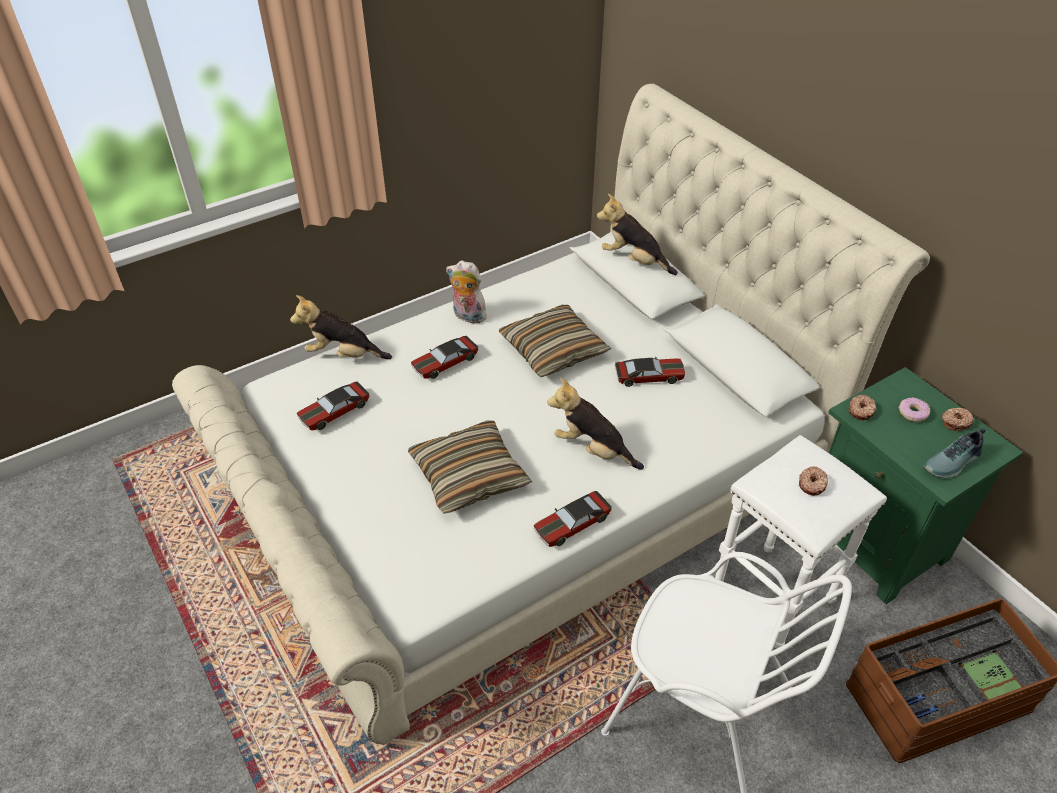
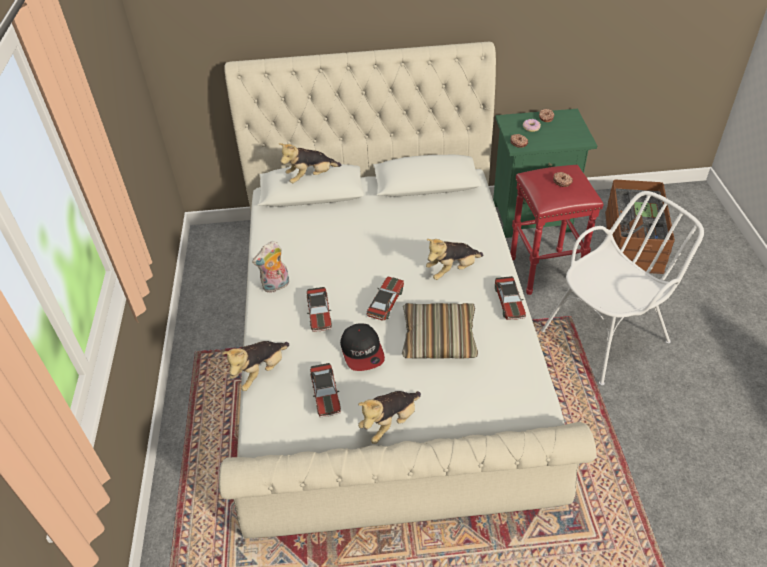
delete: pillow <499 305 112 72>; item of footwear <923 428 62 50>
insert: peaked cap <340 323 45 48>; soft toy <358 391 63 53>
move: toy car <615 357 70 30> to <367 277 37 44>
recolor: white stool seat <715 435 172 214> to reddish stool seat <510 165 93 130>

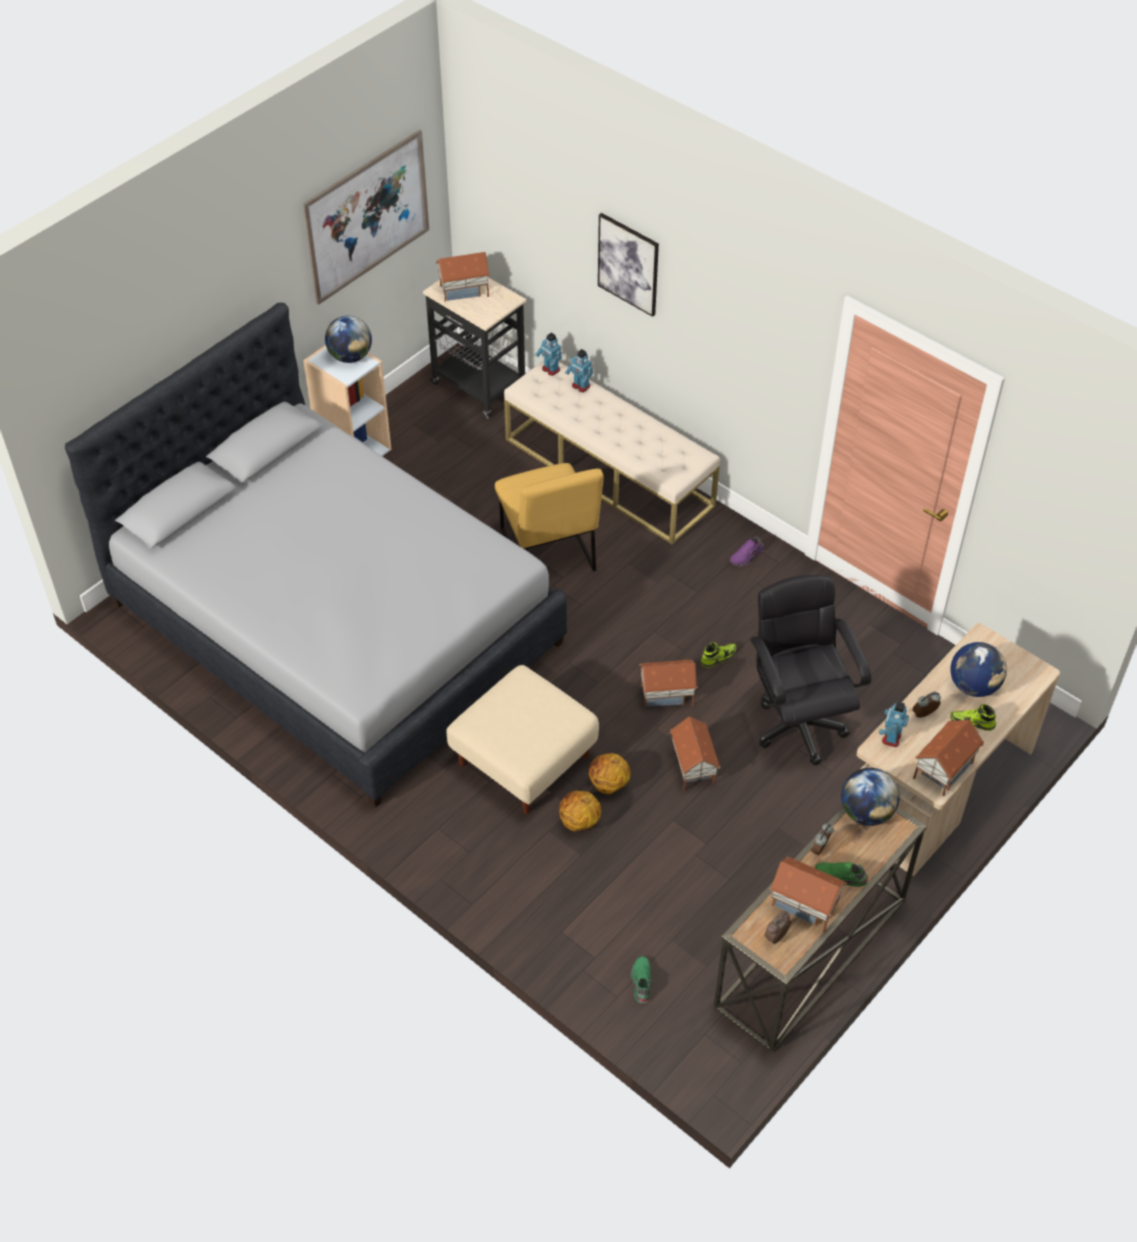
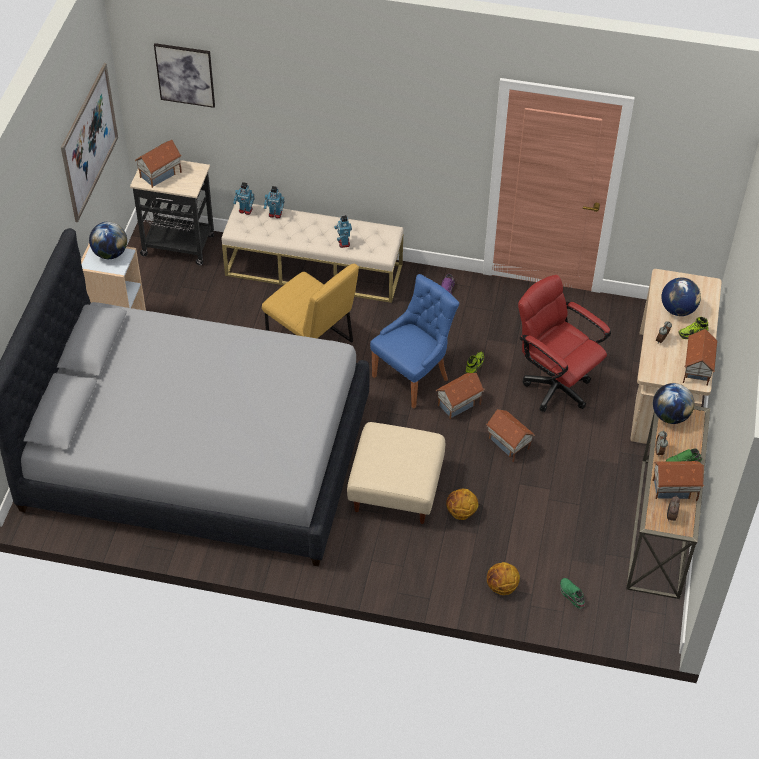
insert: blue chair <370 274 89 135>
move: wall art <598 213 61 104> to <154 43 61 65>; robot figure <879 701 30 46> to <334 215 18 33>; ball for basketball <589 753 41 41> to <487 562 33 33>
recolor: black computer chair <750 575 121 190> to reddish computer chair <518 275 93 137>

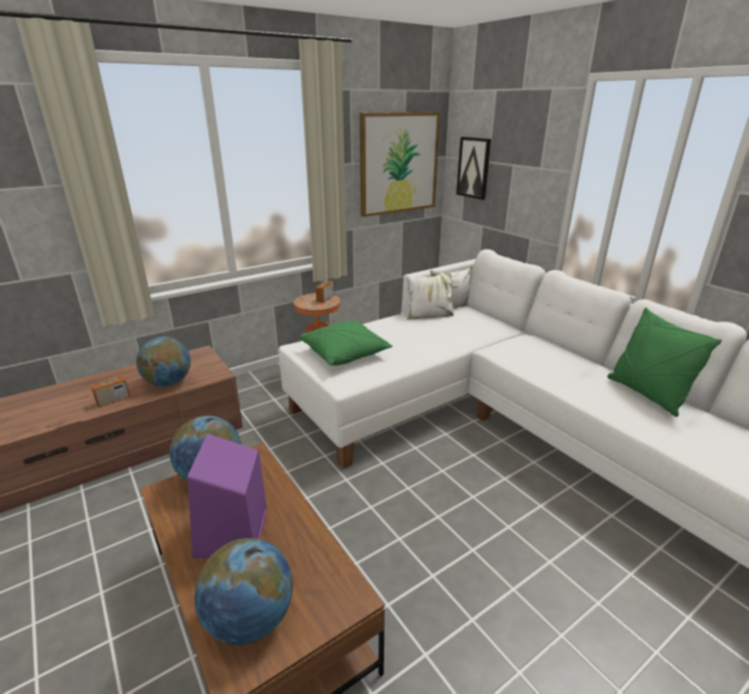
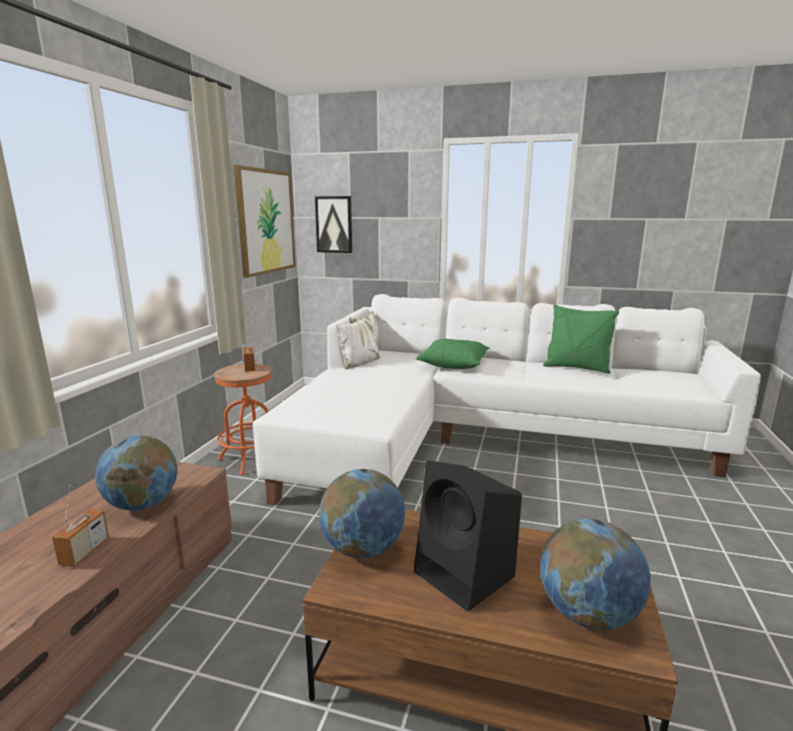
move: green-coloured pillow <299 321 94 45> to <416 339 74 30>
recolor: purple-coloured loudspeaker <187 433 80 125> to black loudspeaker <414 460 108 152>

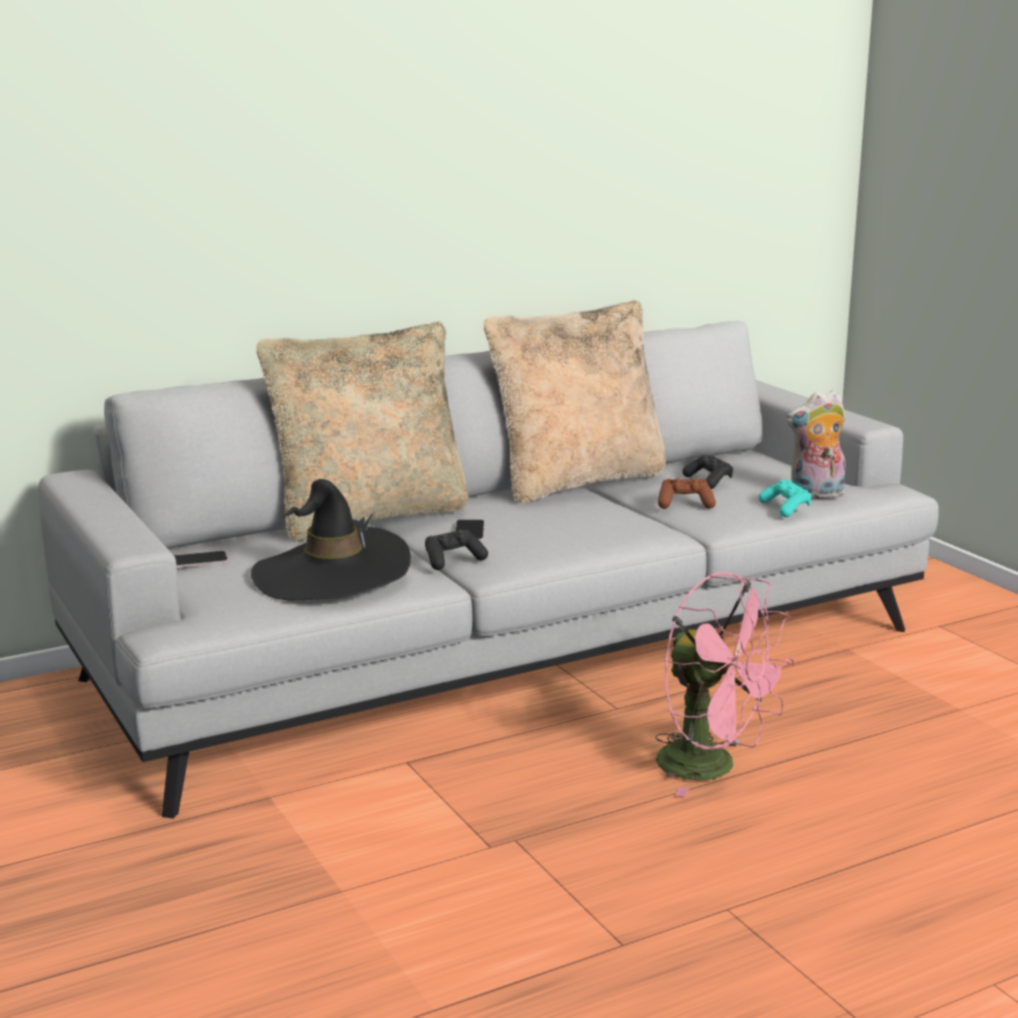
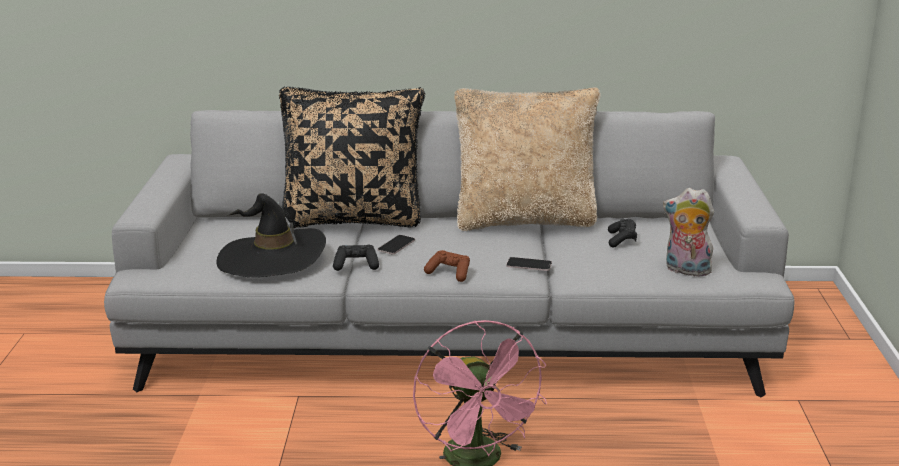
delete: blue-green game controller <758 480 53 37>
move: brown-coloured game controller <658 478 58 31> to <424 250 46 32>; phone <174 551 54 16> to <506 257 46 14>
recolor: beige pillow <256 322 212 220> to black pillow <279 86 146 142>

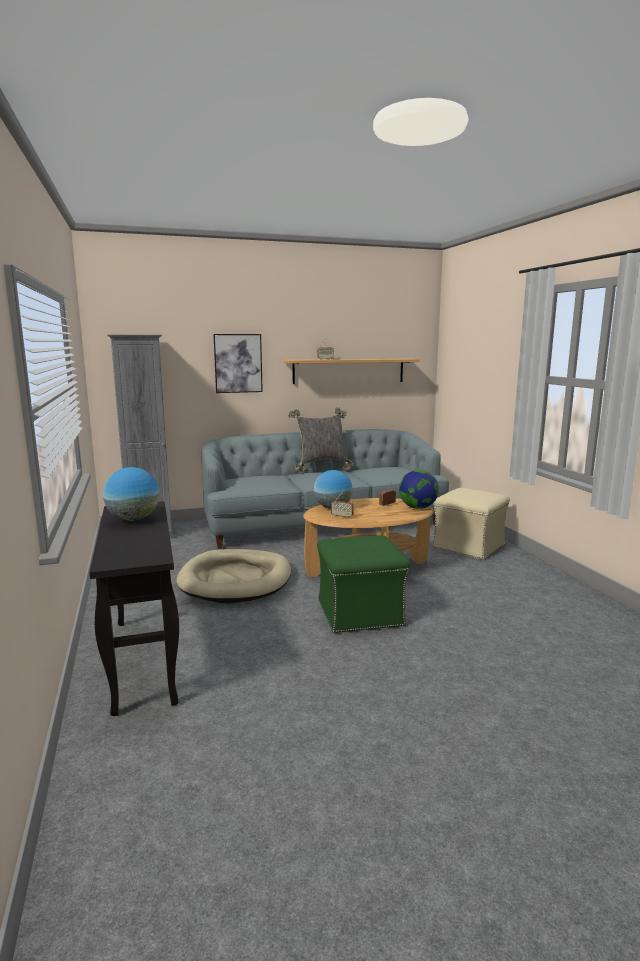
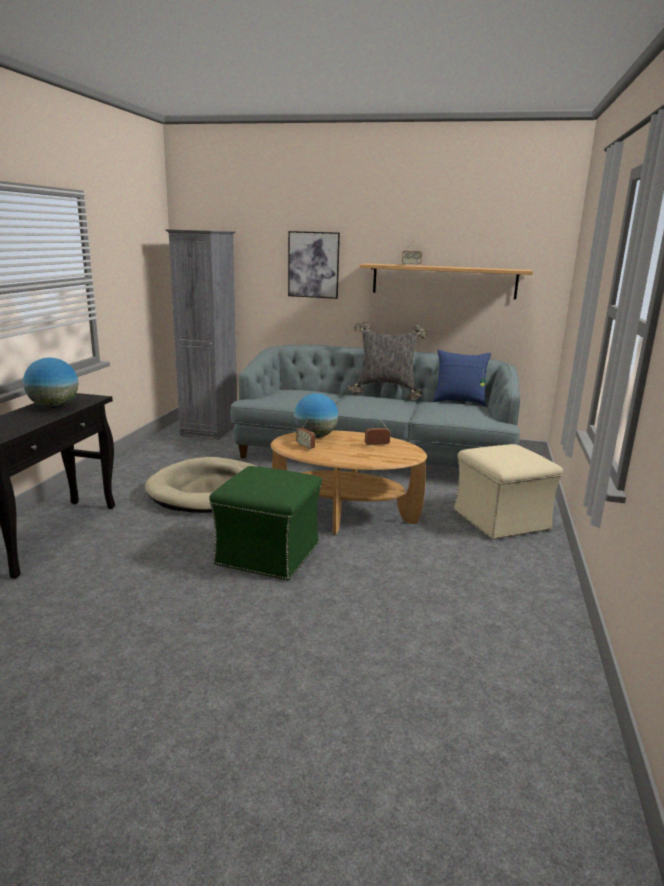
delete: world globe <399 470 40 39>
insert: blue pillow <433 350 58 56>

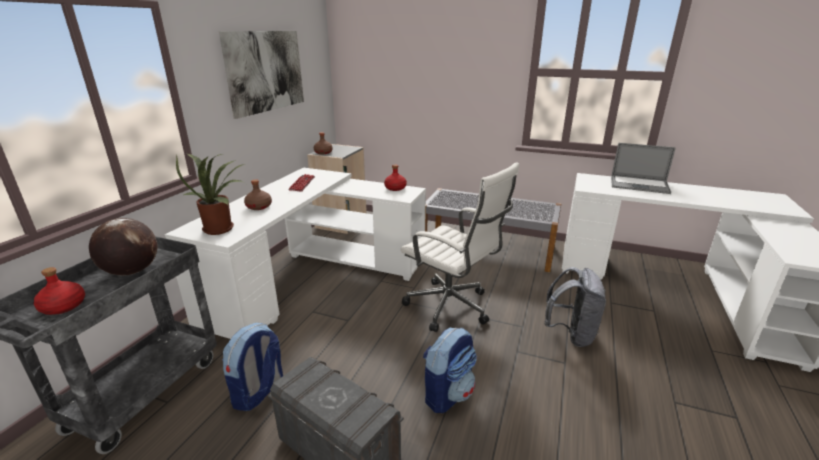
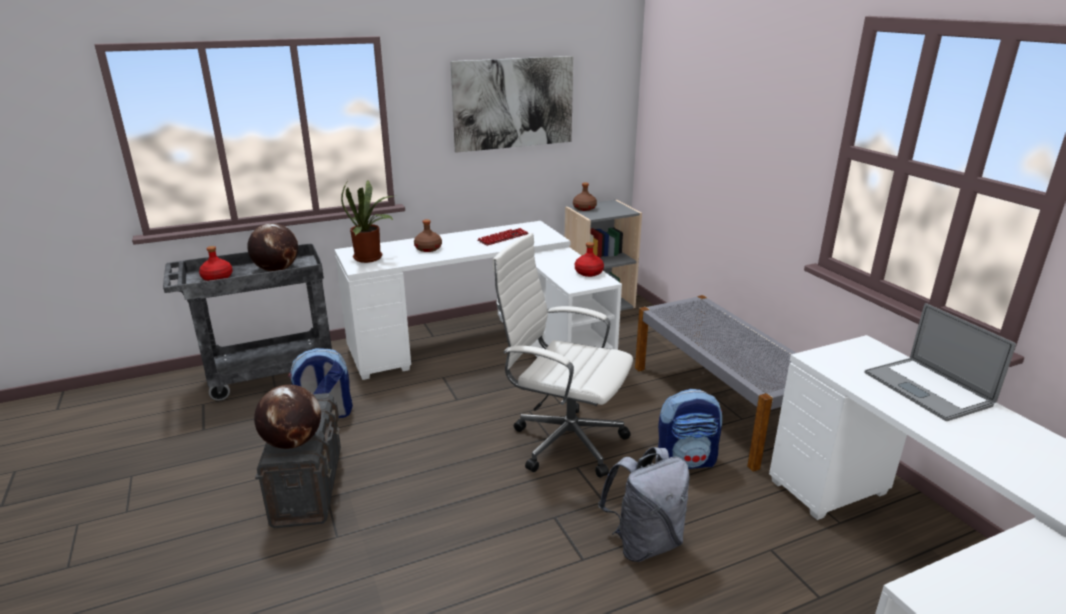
insert: world globe <254 385 67 64>
move: backpack <423 327 54 86> to <658 389 64 80>
rotate: white computer chair <401 162 118 170> = <492 233 141 245> 120 degrees clockwise

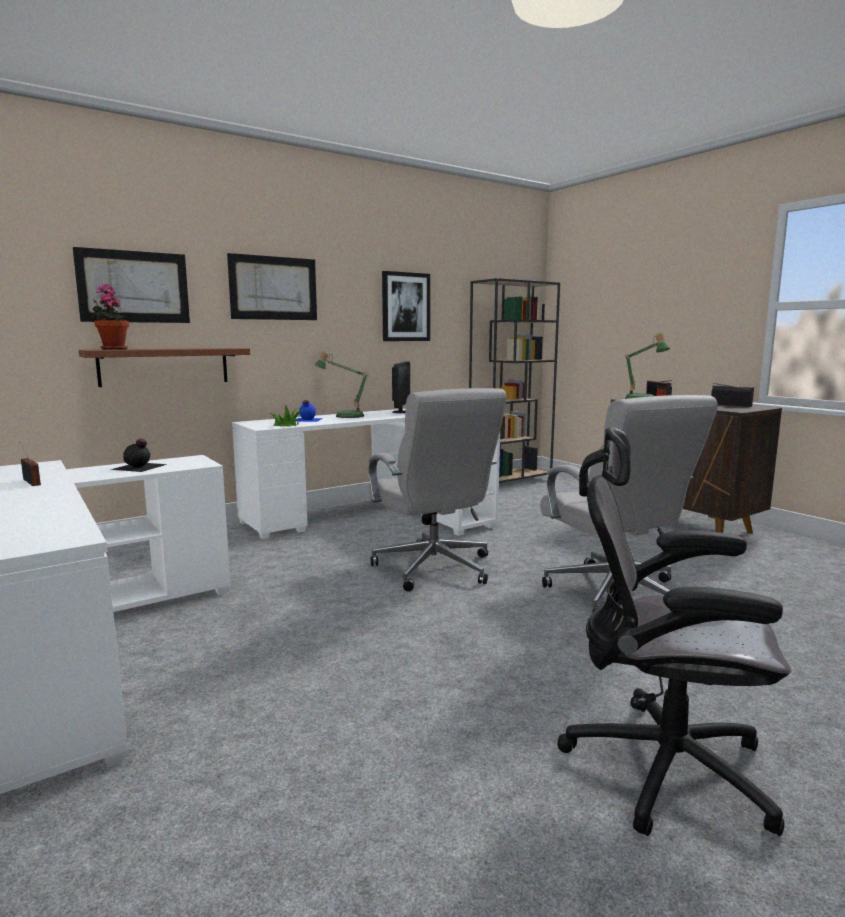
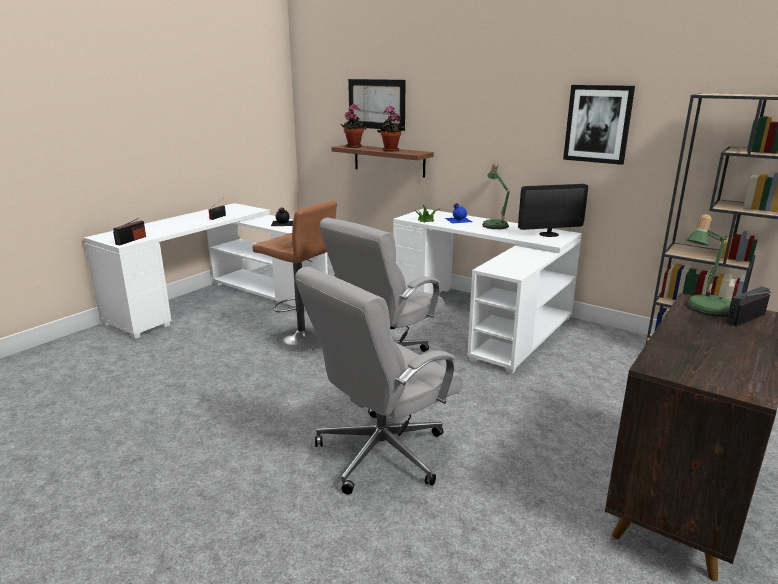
delete: wall art <227 253 90 67>; computer chair <557 427 234 409>
insert: potted plant <377 106 28 46>; brown-coloured stool seat <252 201 85 150>
move: radio receiver <711 383 43 24> to <113 218 33 27>

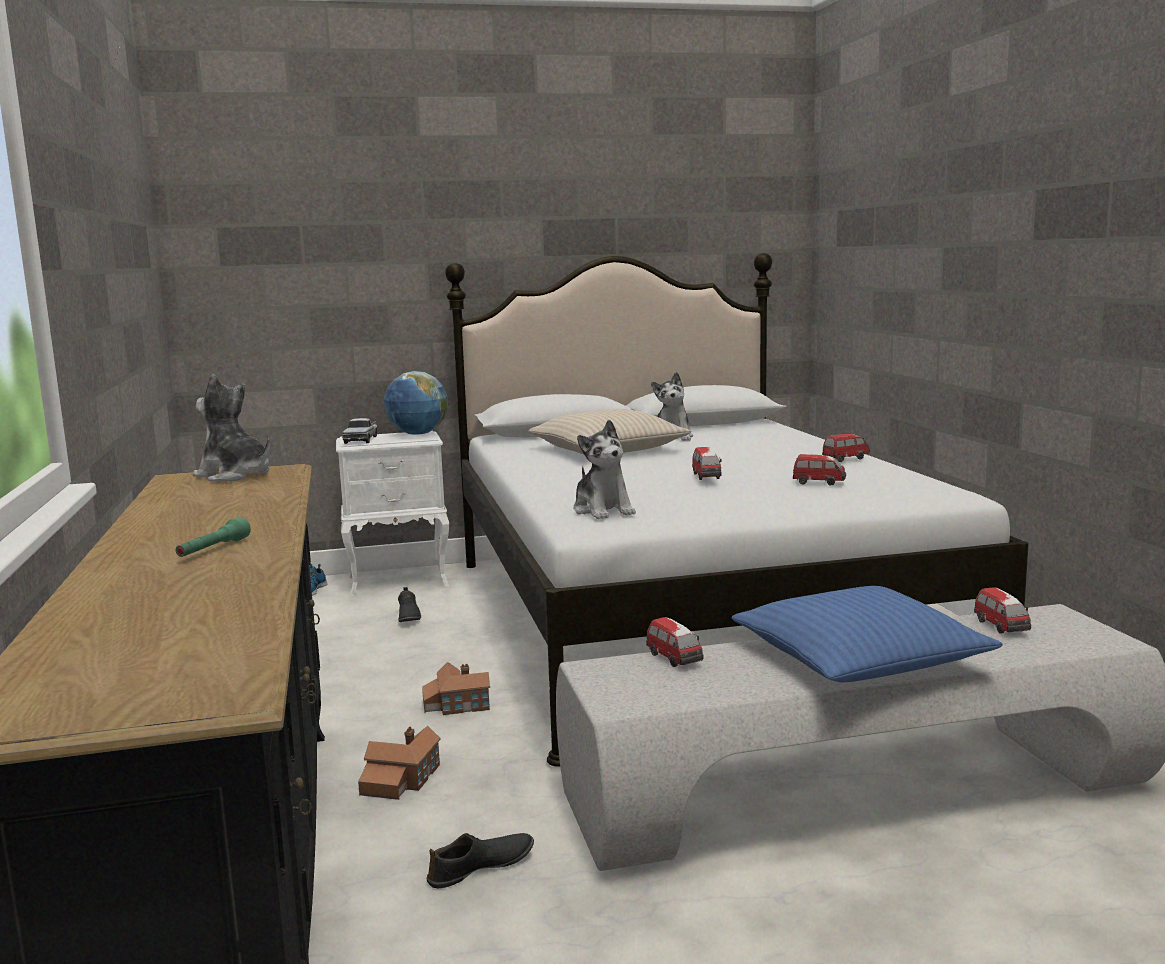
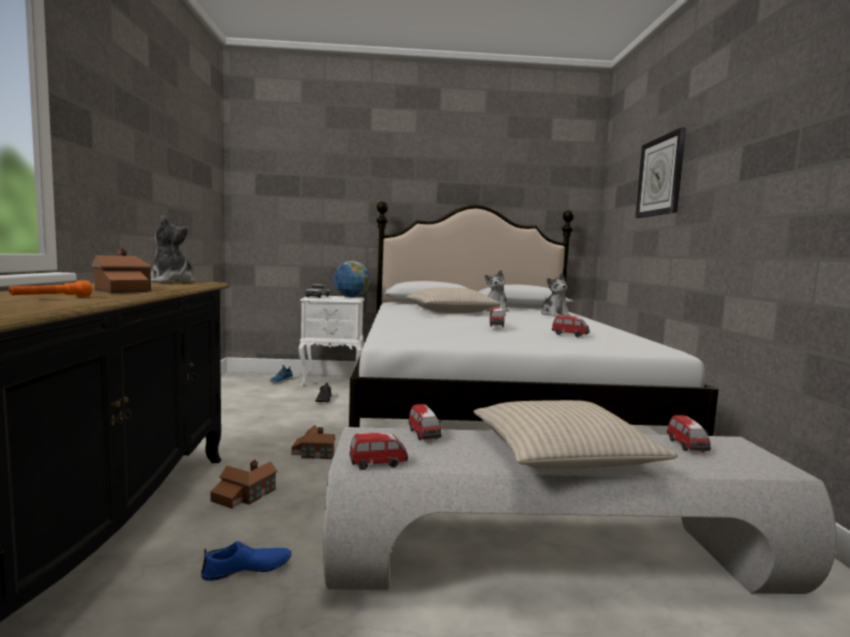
insert: wall clock <635 127 51 91>; model house <91 248 62 45>
move: soft toy <573 420 63 99> to <541 273 30 44>; toy car <822 434 48 28> to <349 433 59 37>
recolor: green-coloured torch <176 517 75 40> to orange-coloured torch <9 280 83 17>; blue pillow <731 586 272 96> to beige pillow <474 400 204 69>; black item of footwear <427 833 107 55> to blue item of footwear <201 541 91 40>

